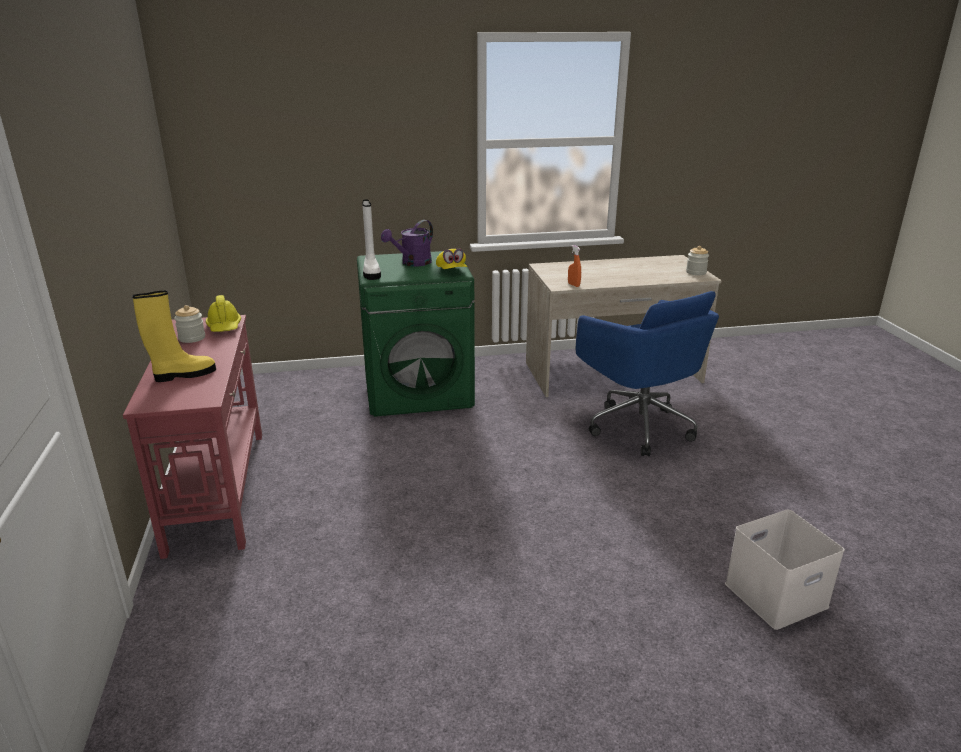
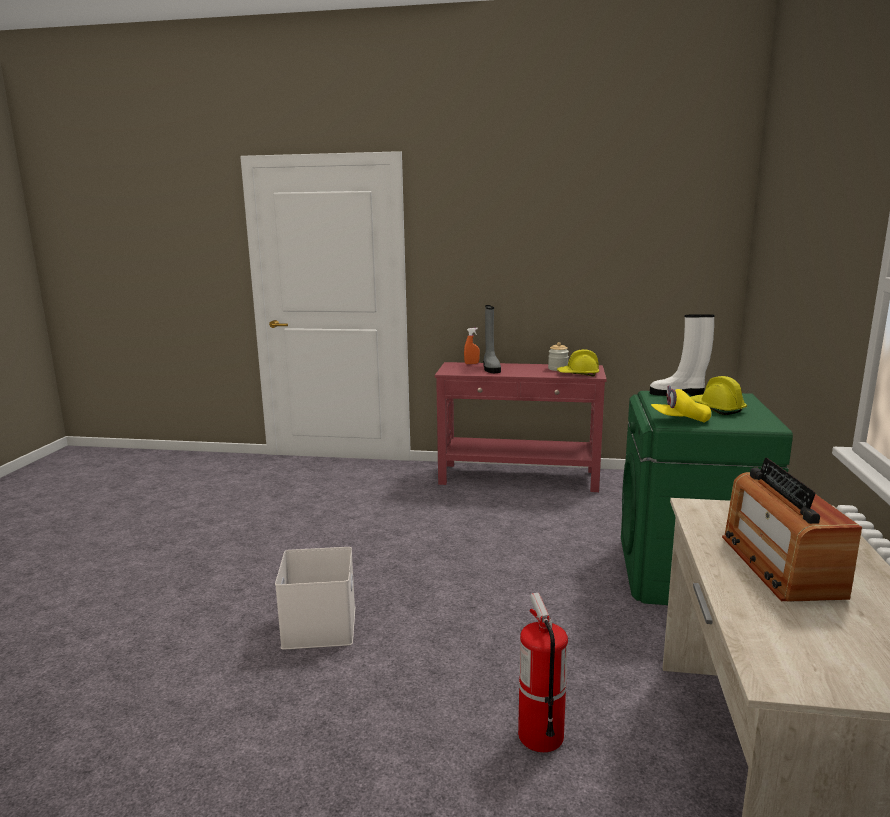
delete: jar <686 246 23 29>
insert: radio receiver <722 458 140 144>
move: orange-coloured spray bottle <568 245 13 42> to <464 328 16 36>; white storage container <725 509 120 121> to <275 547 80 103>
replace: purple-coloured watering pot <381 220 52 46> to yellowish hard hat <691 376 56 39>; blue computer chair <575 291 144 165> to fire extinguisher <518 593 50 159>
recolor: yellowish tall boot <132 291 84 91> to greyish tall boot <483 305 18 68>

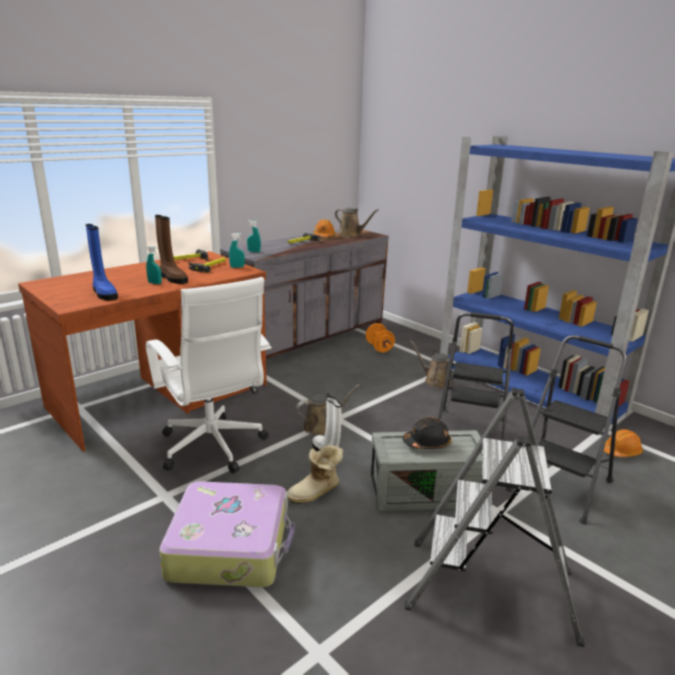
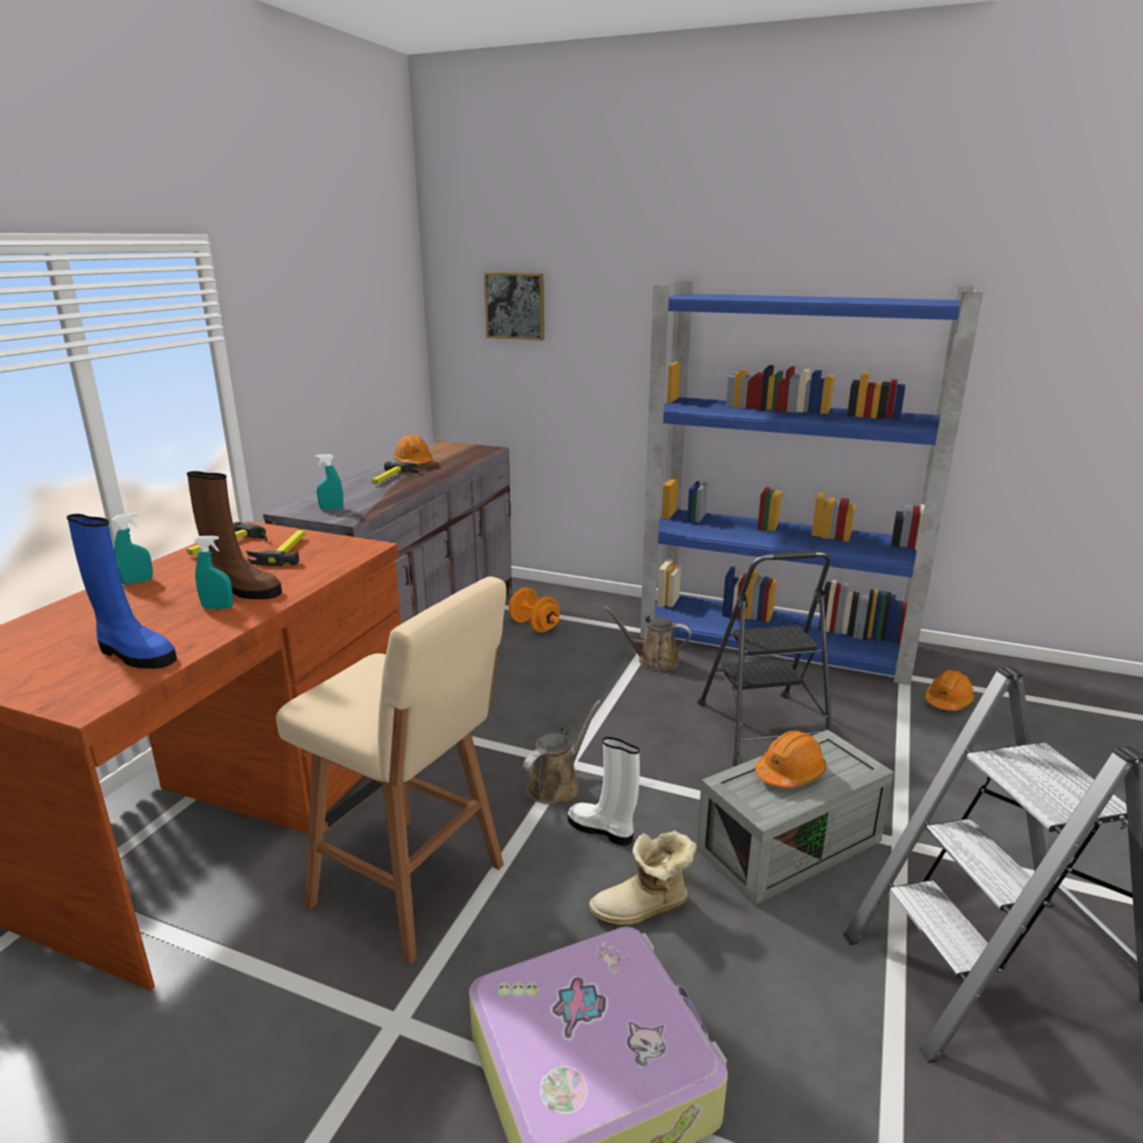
delete: brown-coloured watering pot <335 208 44 29>; black step stool <506 335 120 190>
insert: wall art <484 272 60 69>
move: blue-green spray bottle <229 233 16 35> to <112 513 41 72>
replace: white computer chair <146 277 125 196> to beige stool seat <276 576 230 389>
recolor: black hard hat <403 417 48 32> to orange-coloured hard hat <755 730 71 58>
rotate: tall boot <287 444 56 60> = <589 831 108 95> 45 degrees clockwise

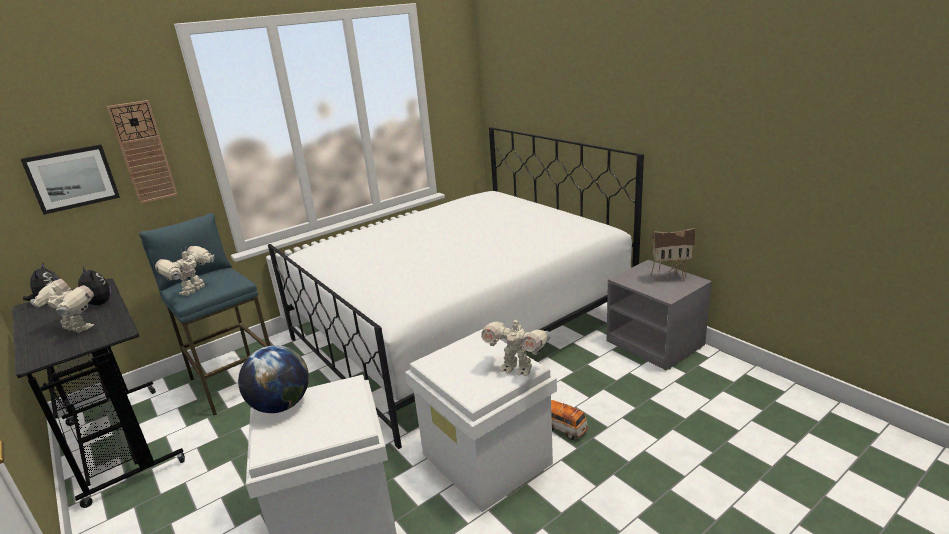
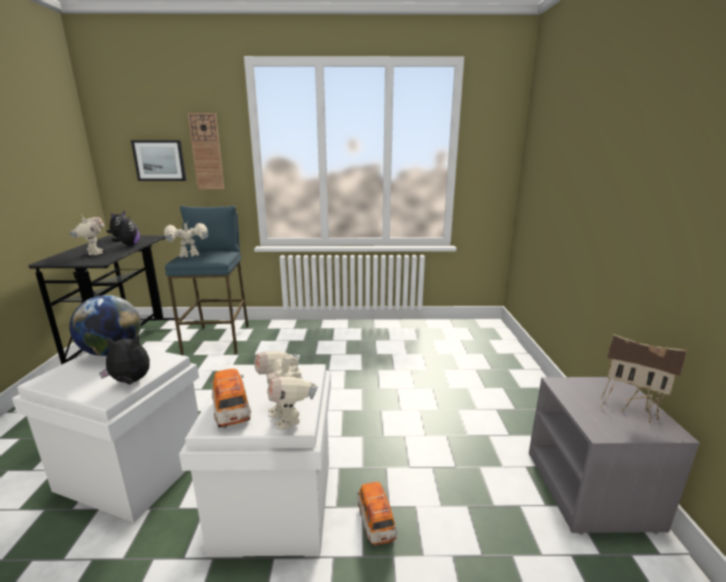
delete: white sleeping bed <268 127 376 322>
insert: soft toy <99 335 51 50>; toy car <210 369 41 59>

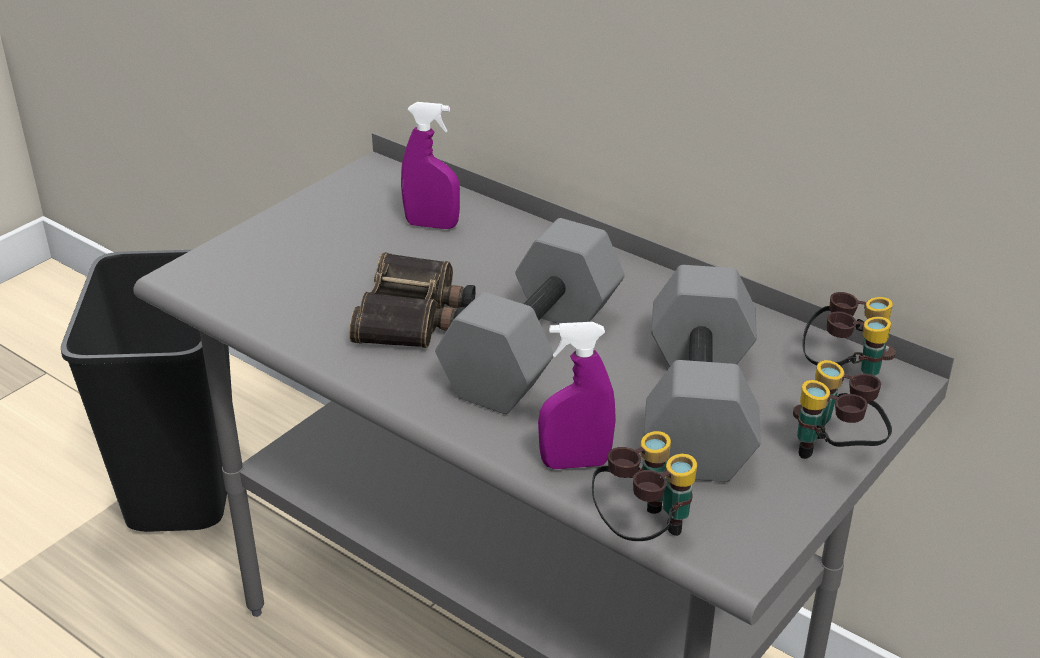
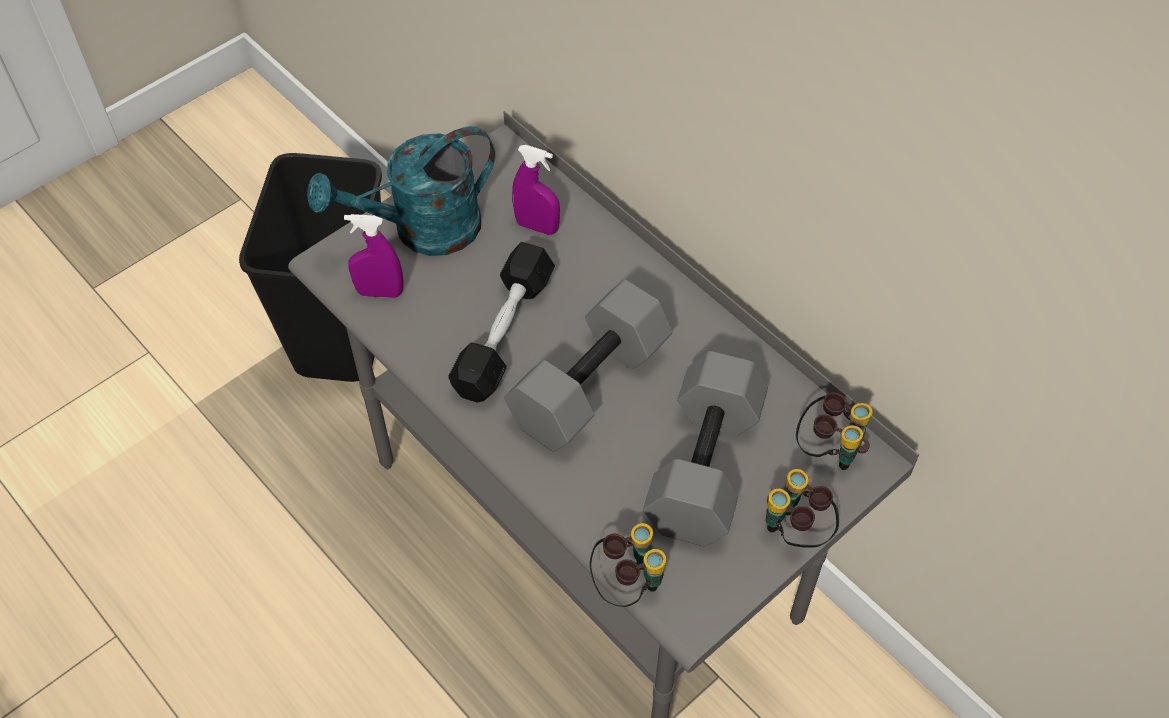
insert: blue-green watering pot <307 126 188 130>
move: purple-coloured spray bottle <538 322 78 147> to <344 214 59 84>
replace: pair of binoculars <349 252 127 96> to black dumbbell <448 242 107 161>

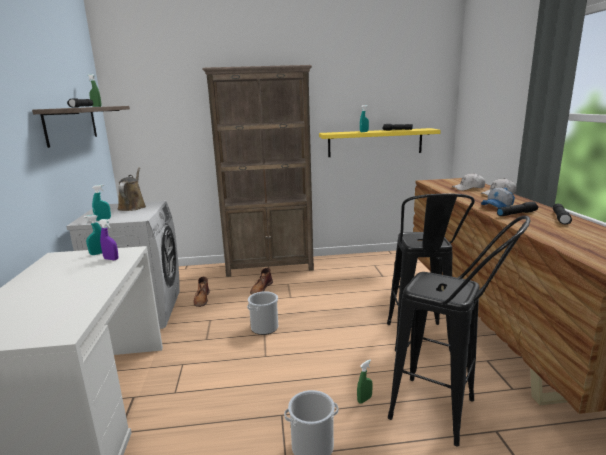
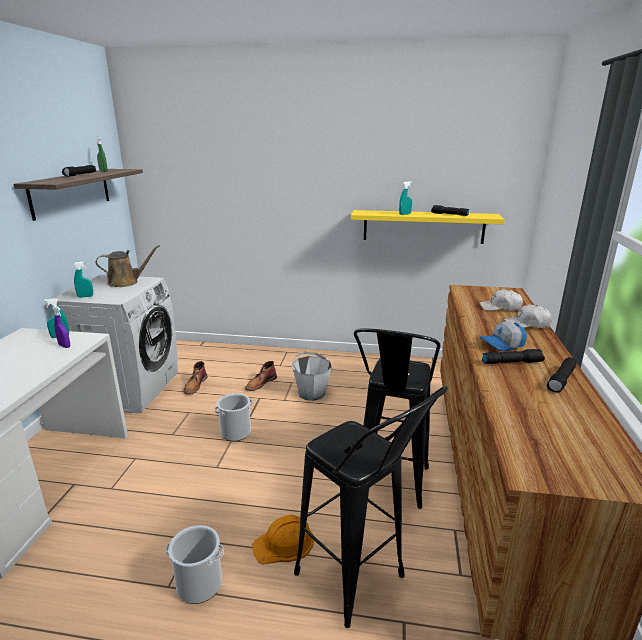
delete: brown-coloured shelving unit <203 65 111 212>
insert: greyish water bucket <292 352 40 49>
replace: green-coloured spray bottle <357 359 16 45> to orange-coloured hard hat <252 515 62 49>
rotate: brown-coloured watering pot <117 168 29 43> = <96 245 64 42> 60 degrees clockwise

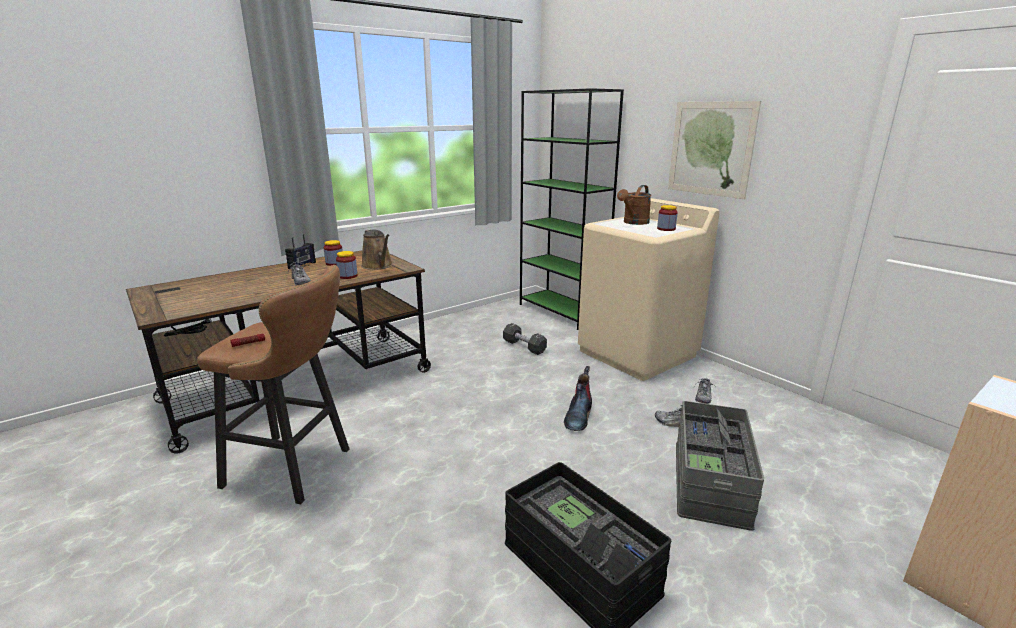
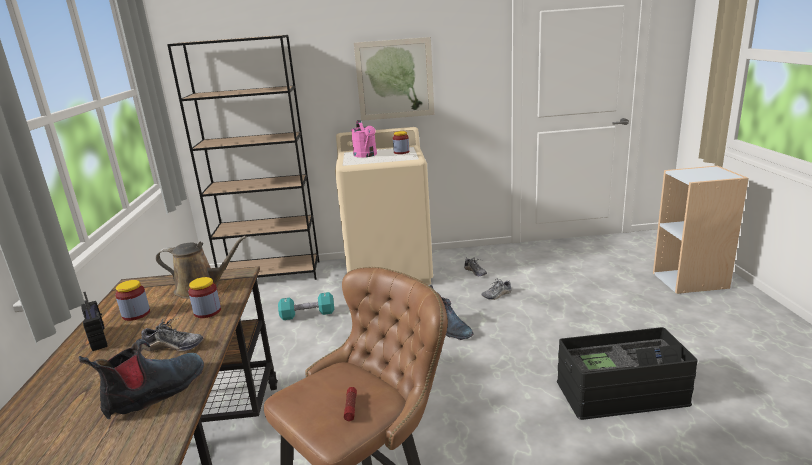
delete: greyish storage container <676 401 88 130>
insert: tall boot <79 339 125 80>
recolor: green-coloured shelving unit <520 88 104 242> to beige shelving unit <167 35 153 245>; brown-coloured watering pot <617 185 34 40> to pink-coloured watering pot <351 120 26 38>; black dumbbell <503 323 44 32> to blue-green dumbbell <278 292 56 28>

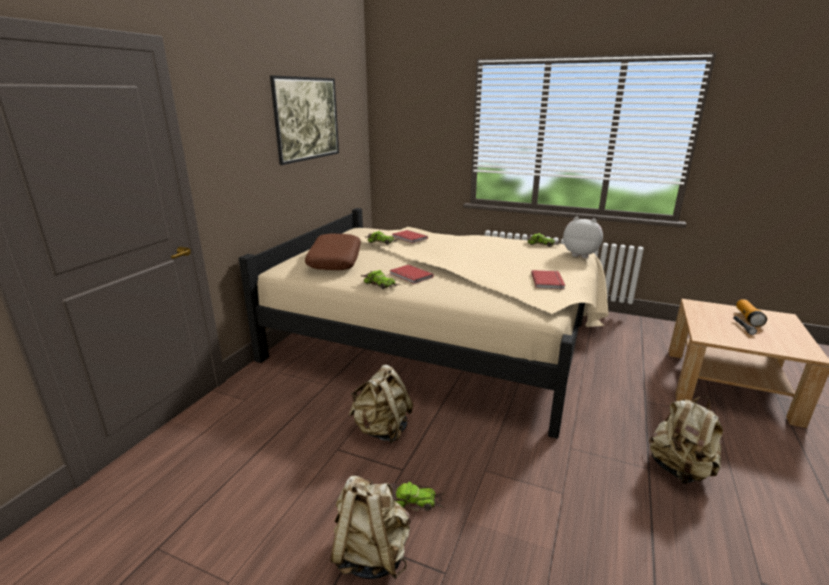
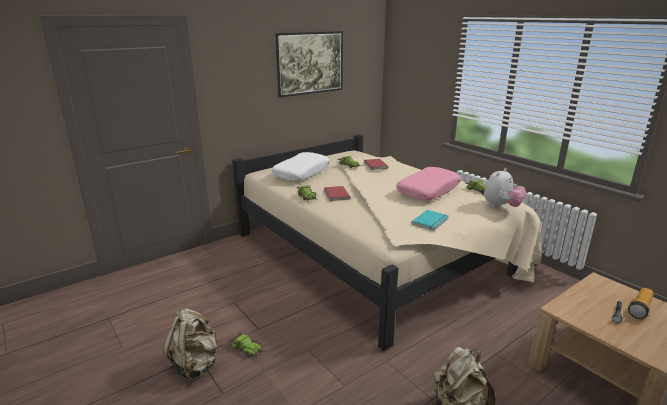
delete: beige backpack <349 364 65 79>
insert: pink-coloured pillow <396 167 65 34>
recolor: brown-coloured pillow <305 234 56 36> to white pillow <272 152 58 29>; reddish book <531 270 34 19> to blue-green book <411 210 38 21>
rotate: soft toy <563 217 40 41> = <484 168 42 40> 75 degrees clockwise

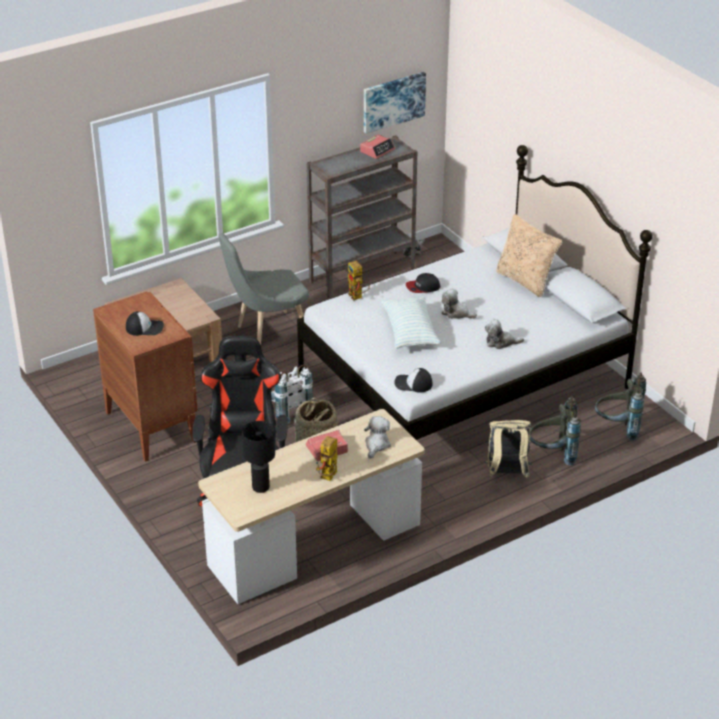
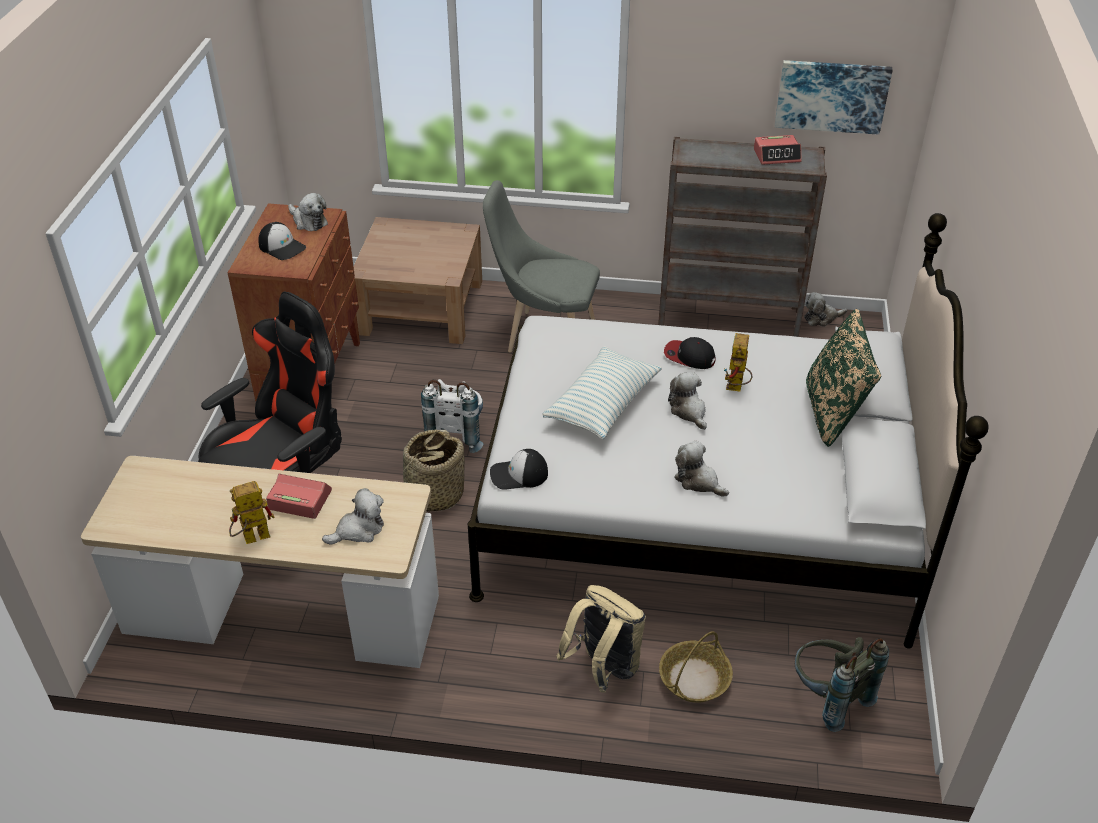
delete: black lamp for a table <242 421 33 72>
insert: soft toy <288 193 40 38>
move: robot figure <348 260 22 41> to <724 333 28 58>
replace: greyish backpack <530 396 51 70> to storage basket <659 631 74 72>
recolor: beige pillow <496 214 67 83> to green-coloured pillow <806 309 76 138>
rotate: peaked cap <394 368 38 25> = <490 449 58 40> 60 degrees counterclockwise

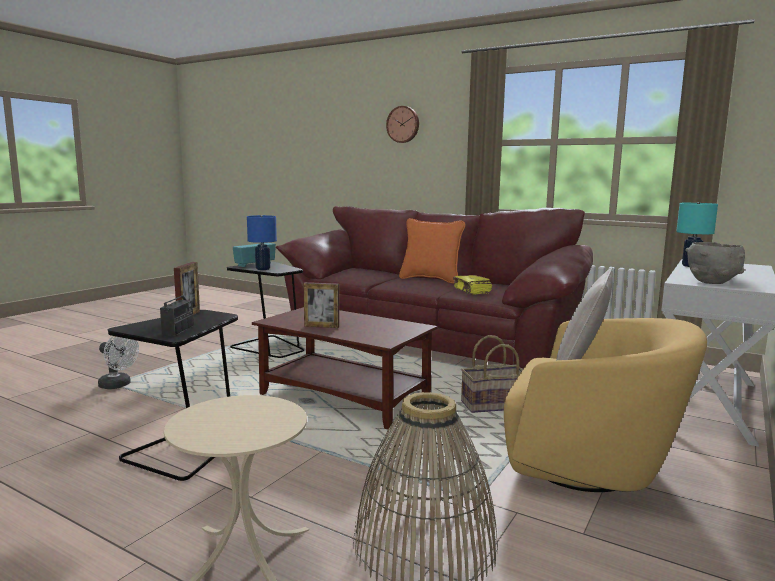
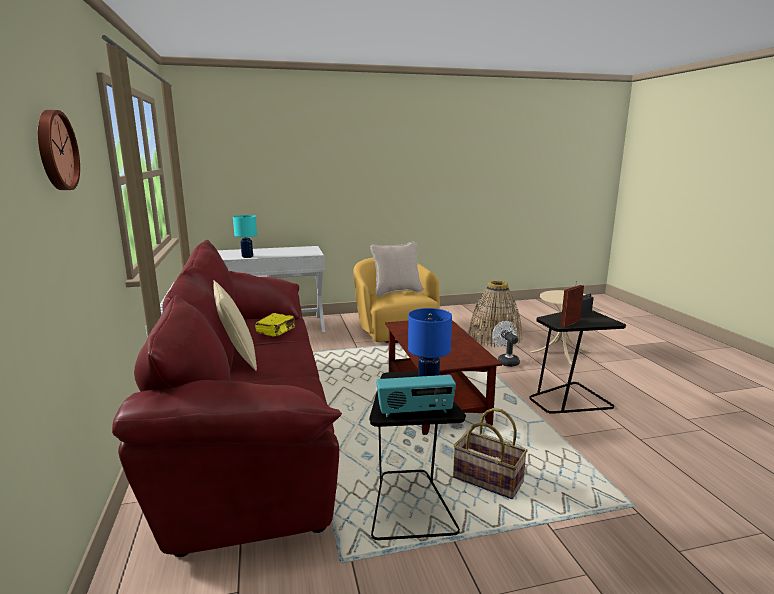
delete: greyish bowl <685 242 60 42>; photo frame <304 282 35 46>
move: storage basket <461 335 62 78> to <453 408 75 91>; white cooling fan <98 336 41 53> to <492 321 28 46>
recolor: orange-coloured pillow <399 218 66 65> to beige pillow <213 280 44 91>

